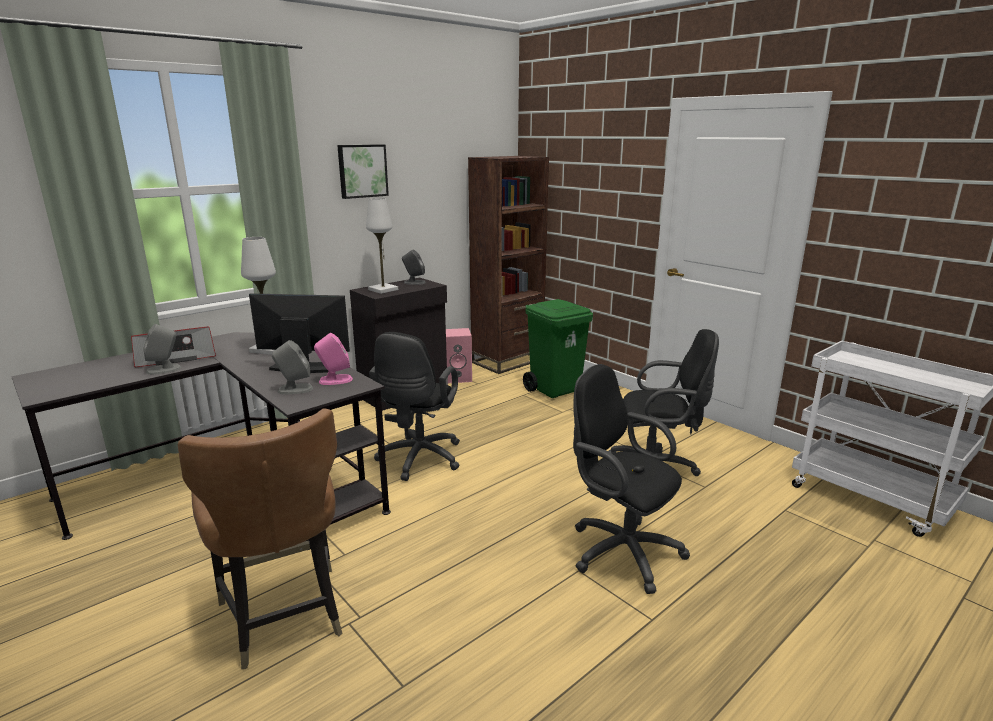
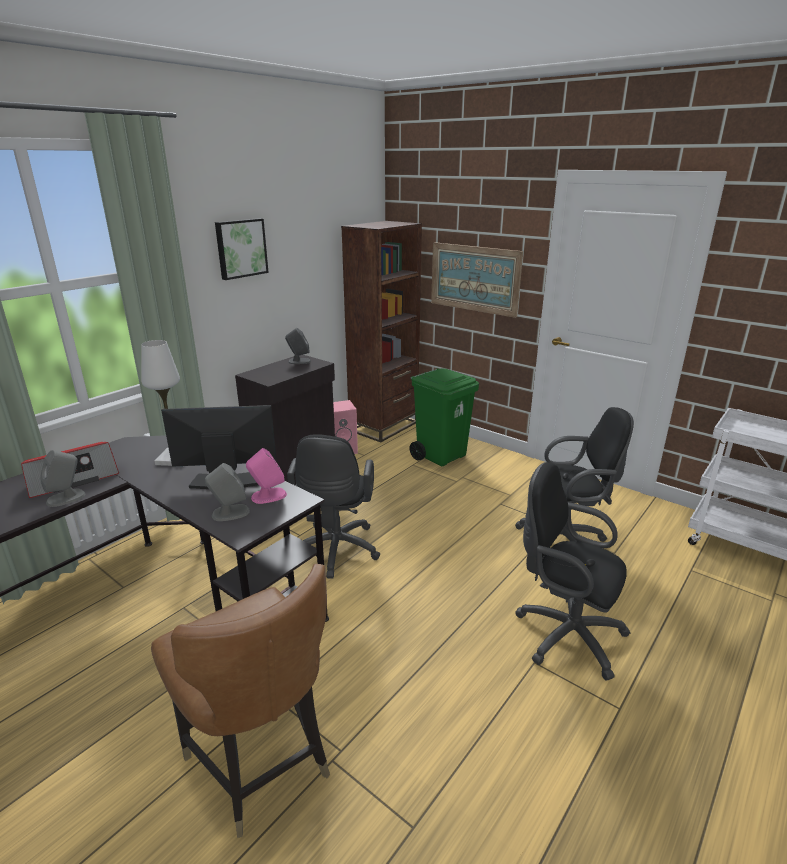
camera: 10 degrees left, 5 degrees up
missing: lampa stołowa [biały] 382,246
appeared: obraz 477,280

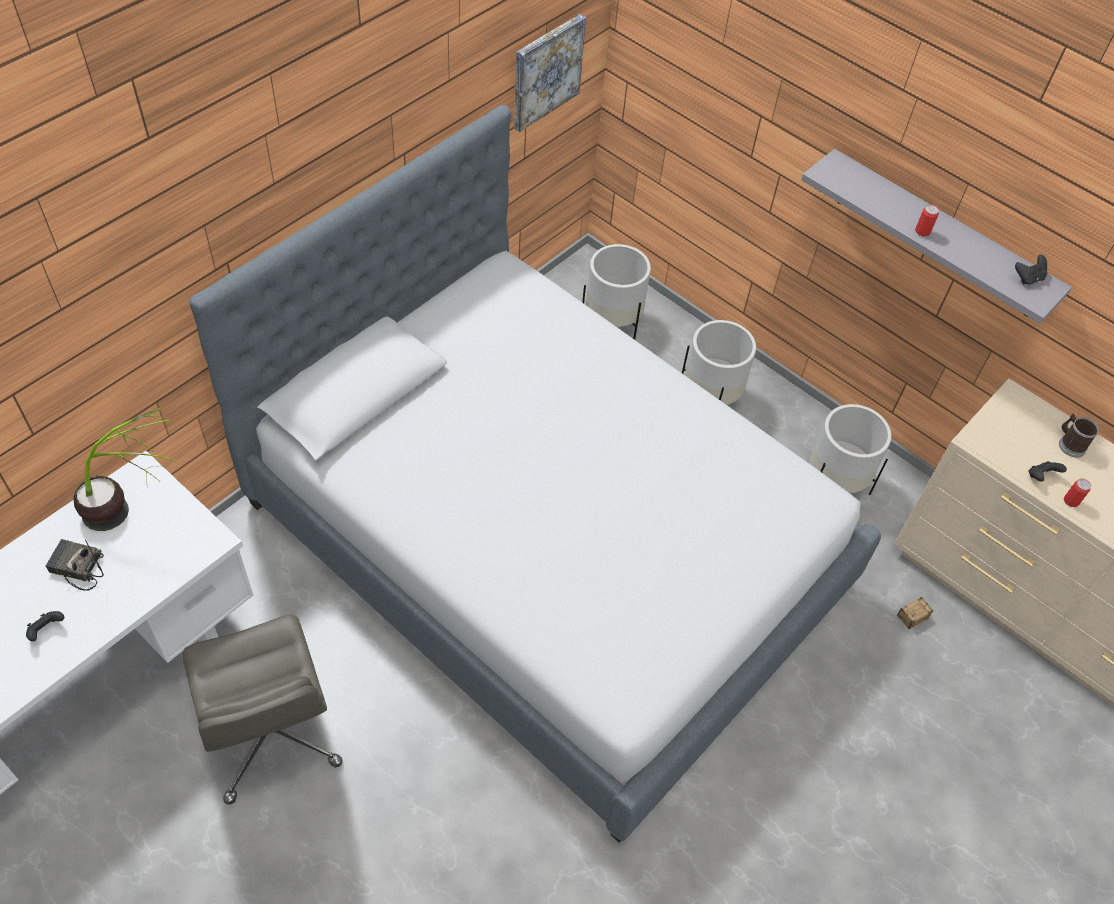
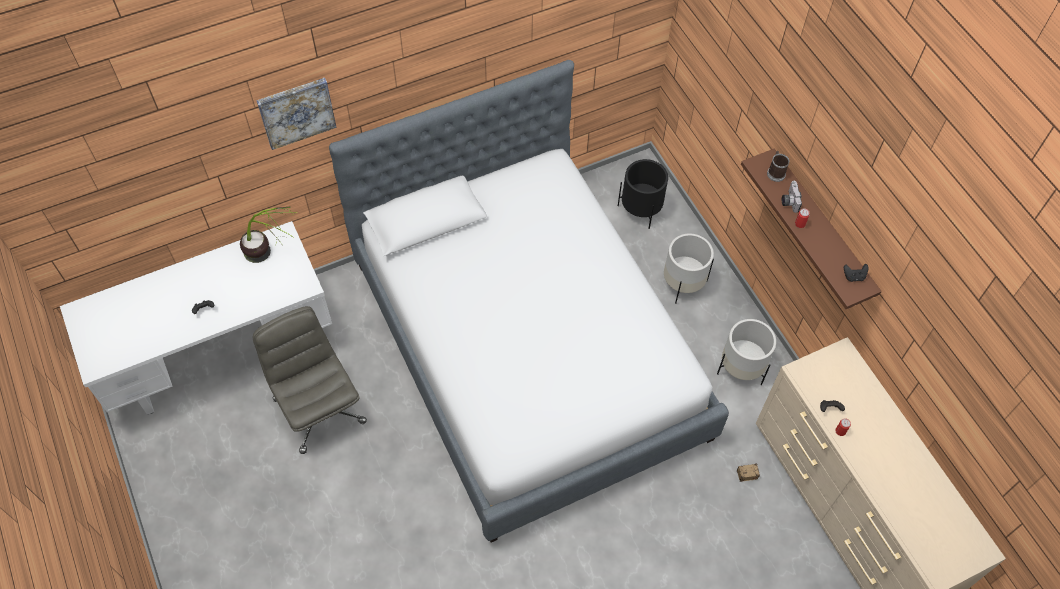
camera: 25 degrees right, 5 degrees up
missing: radio 75,565
appeared: aparat fotograficzny 792,197
relocated: obraz 550,73 to 297,114; kubek 1079,436 to 778,166
colour: donica [biały] 616,292 to donica [czarny] 643,194; półka [szary] 936,236 to półka [brązowy] 811,229
spun: krzesło biurowe [szary] 263,709 = 310,380 150 degrees clockwise

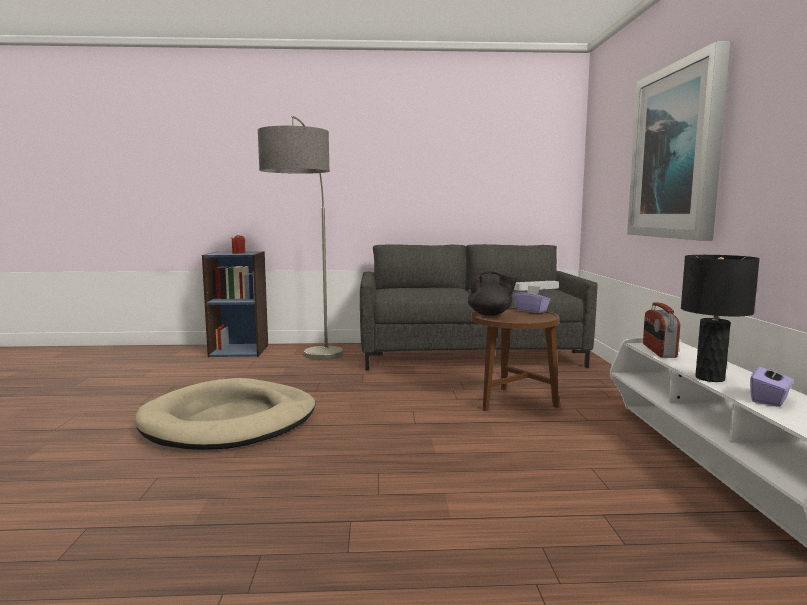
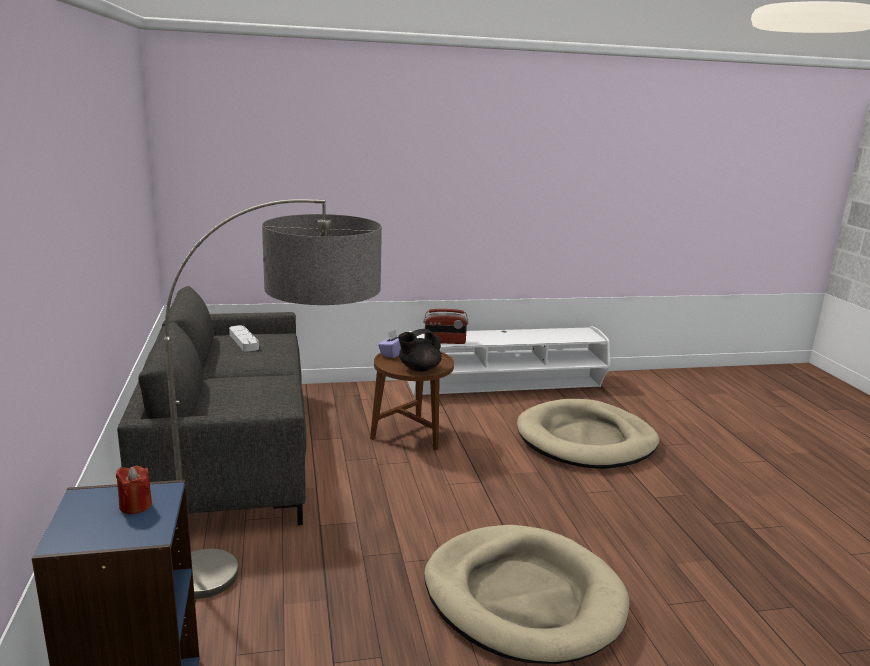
camera: 100 degrees left, 10 degrees up
missing: obraz 678,140; lampa stołowa [czarny] 720,318; pudełko chusteczek [fioletowy] 772,384
appeared: legowisko [beżowy] 588,434
spun: imbryk [czarny] 493,293 = 420,350 120 degrees counterclockwise

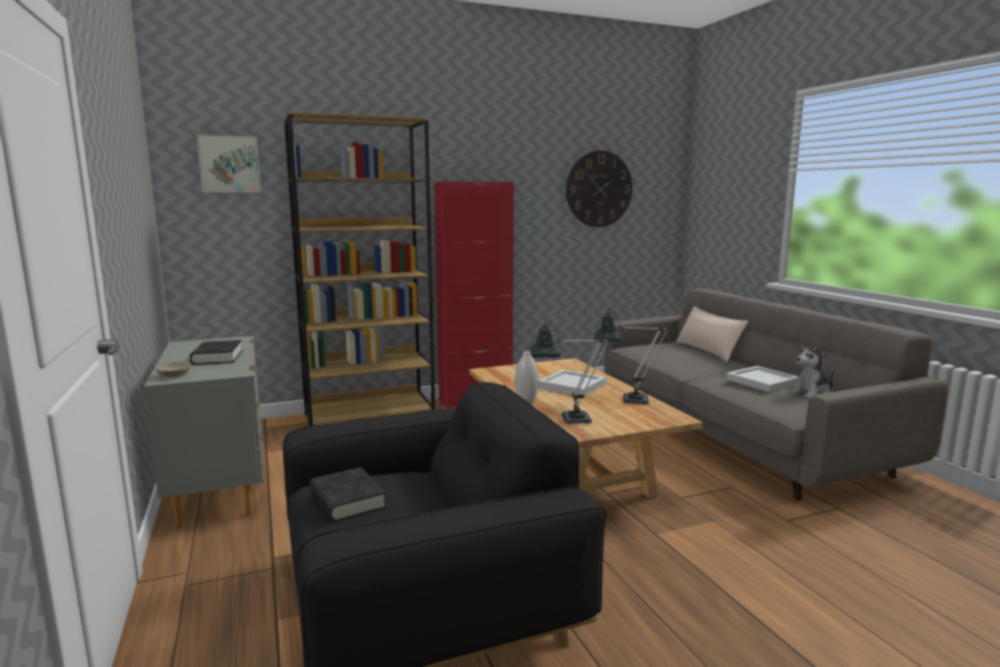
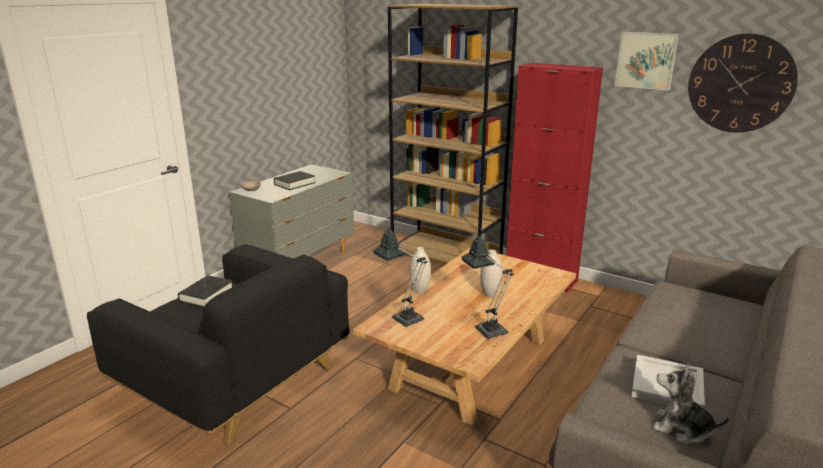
camera: 55 degrees right, 10 degrees up
missing: poduszka [beżowy] 712,334
relocated: obraz 228,163 to 647,61
exchanged: taca [biały] 572,382 to wazon [biały] 491,273

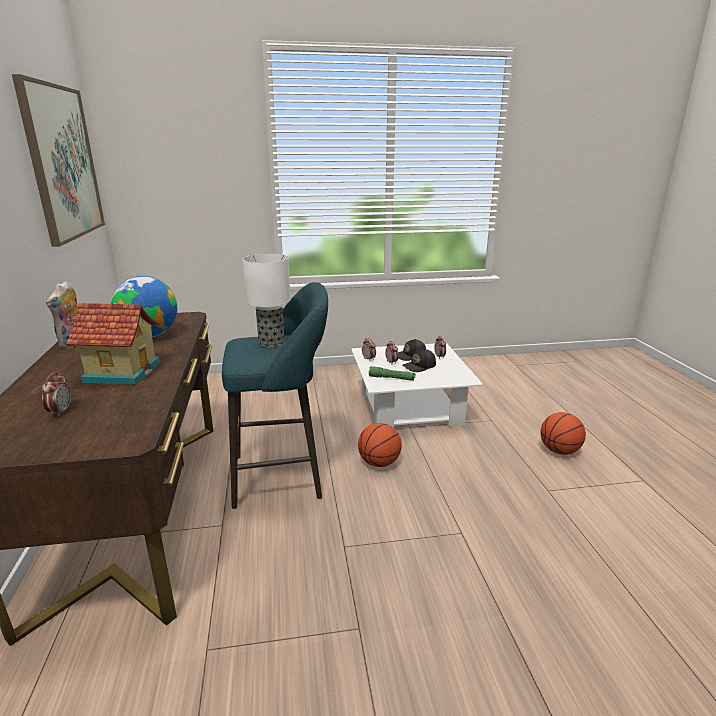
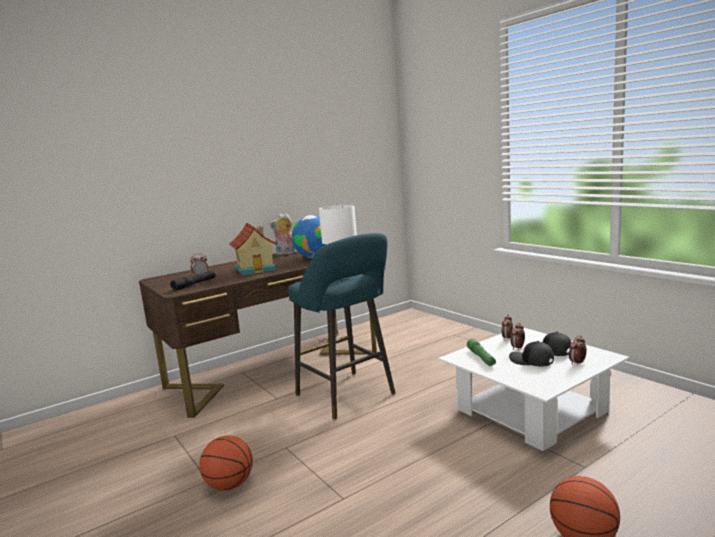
camera: 65 degrees right, 10 degrees down
missing: obraz 58,160
appeared: latarka [czarny] 192,281
relocated: piłka do koszykówki 380,445 to 226,463

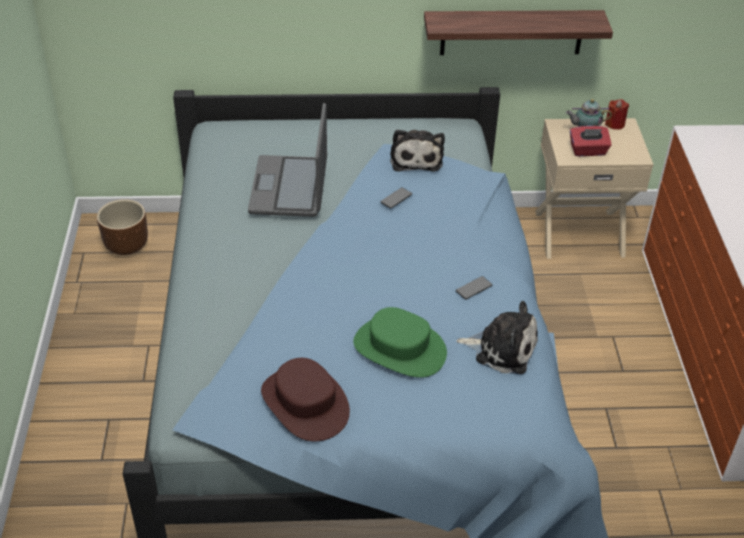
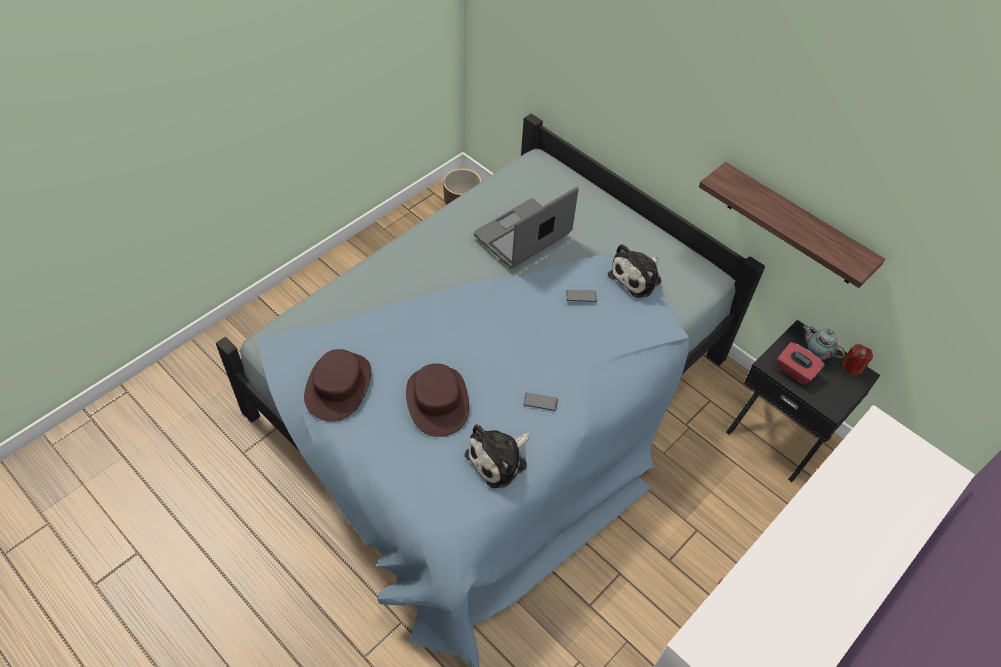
camera: 45 degrees right, 10 degrees up
colour: kapelusz [zielony] 400,342 to kapelusz [brązowy] 437,400; szafka nocna [beżowy] 594,188 to szafka nocna [czarny] 803,401
spun: pluszak 497,337 = 497,456 75 degrees clockwise

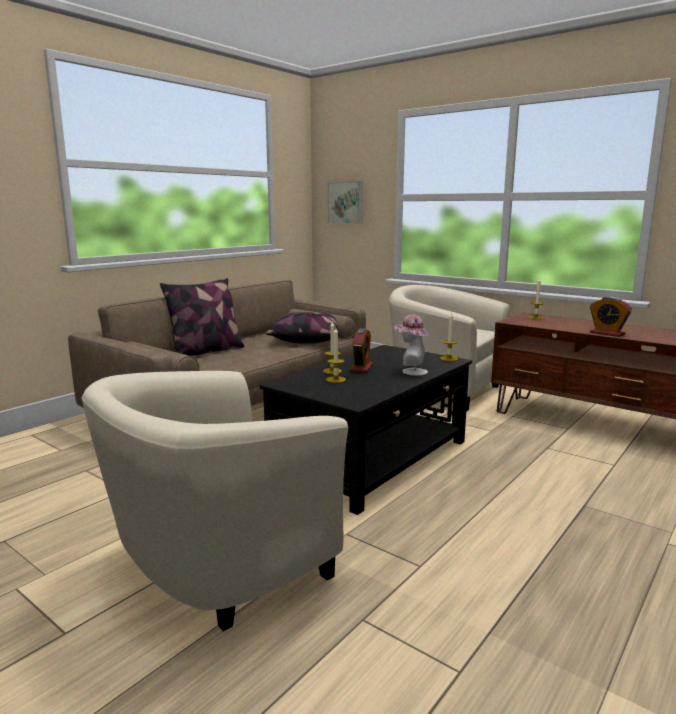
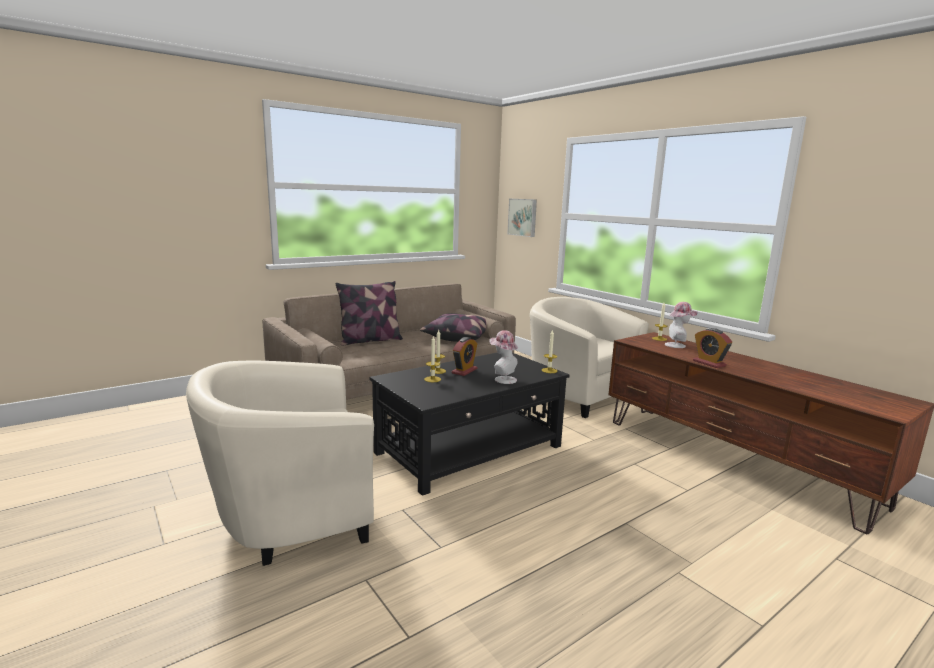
camera: 15 degrees right, 0 degrees up
appeared: kapelusz 681,325

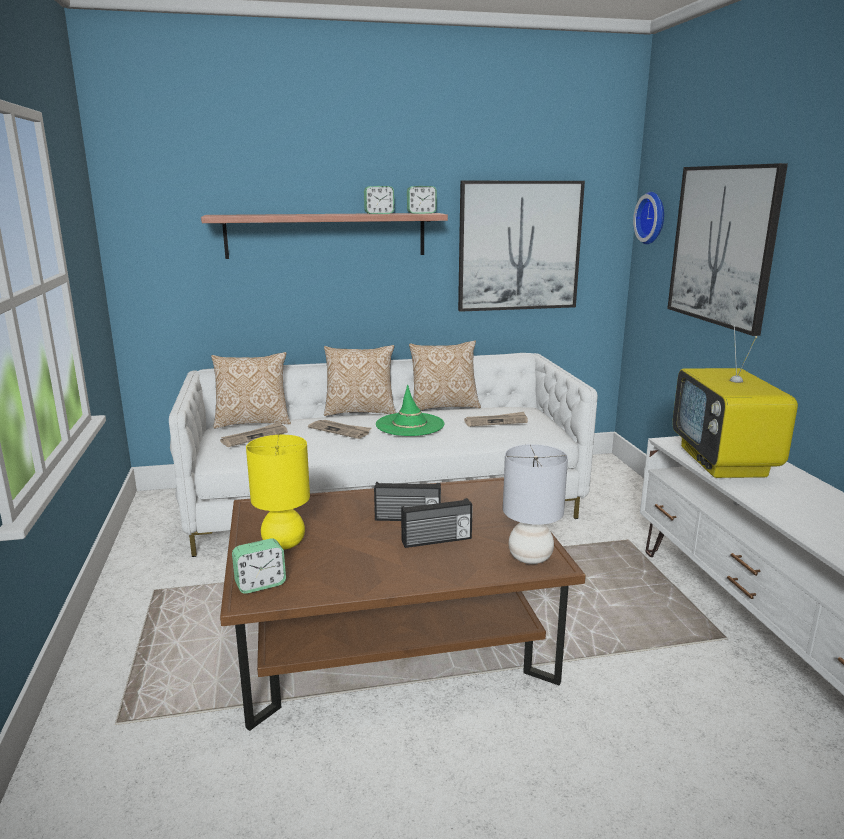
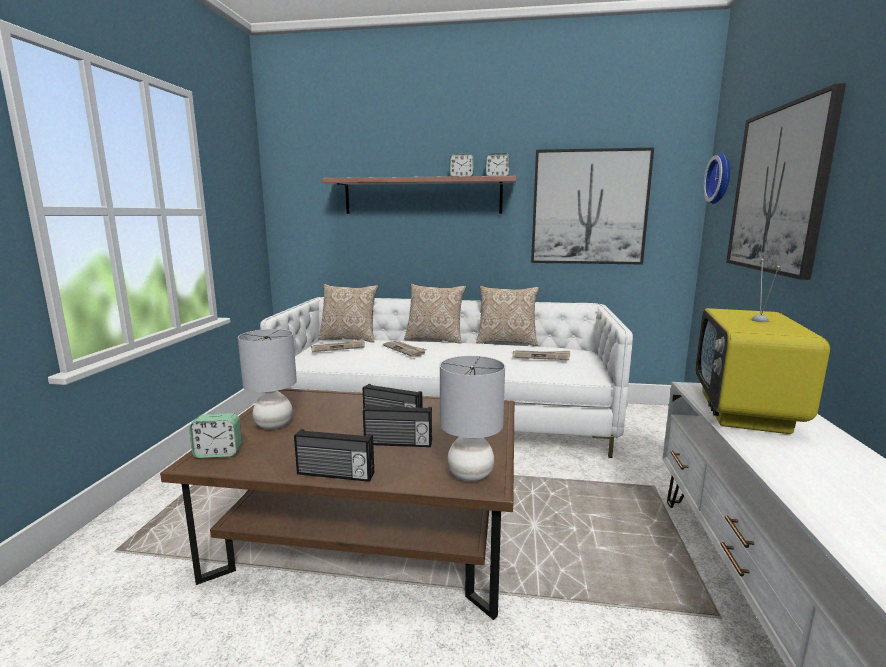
camera: 20 degrees right, 5 degrees down
missing: kapelusz [zielony] 410,410
appeared: radio 334,455
colour: lampa stołowa [żółty] 278,492 to lampa stołowa [szary] 267,379

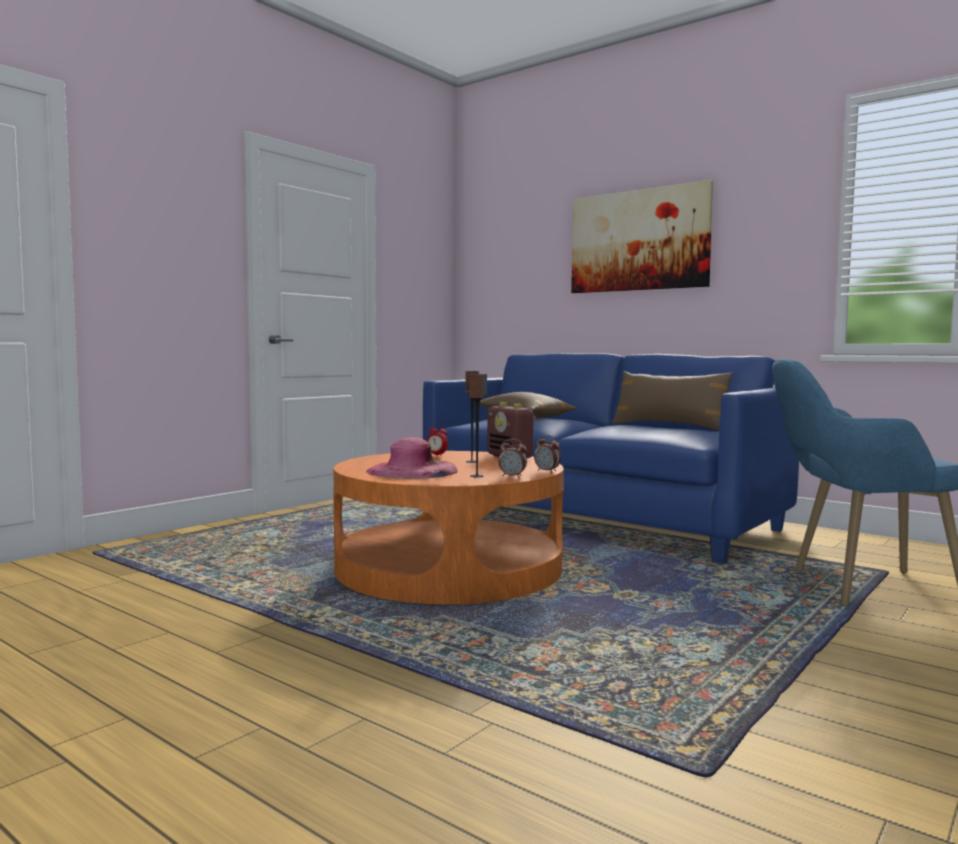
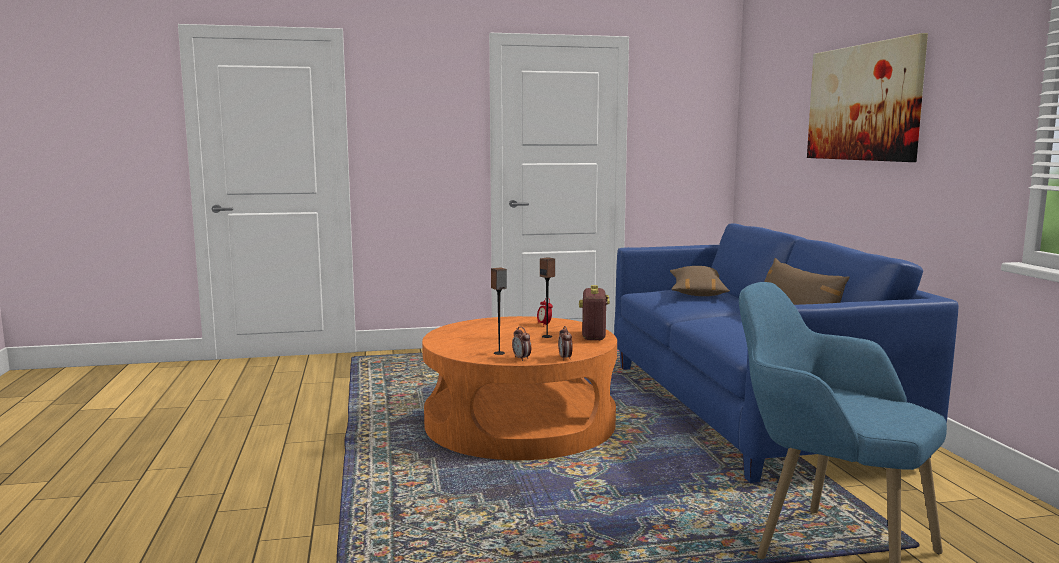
camera: 40 degrees right, 5 degrees up
missing: kapelusz [różowy] 412,458

